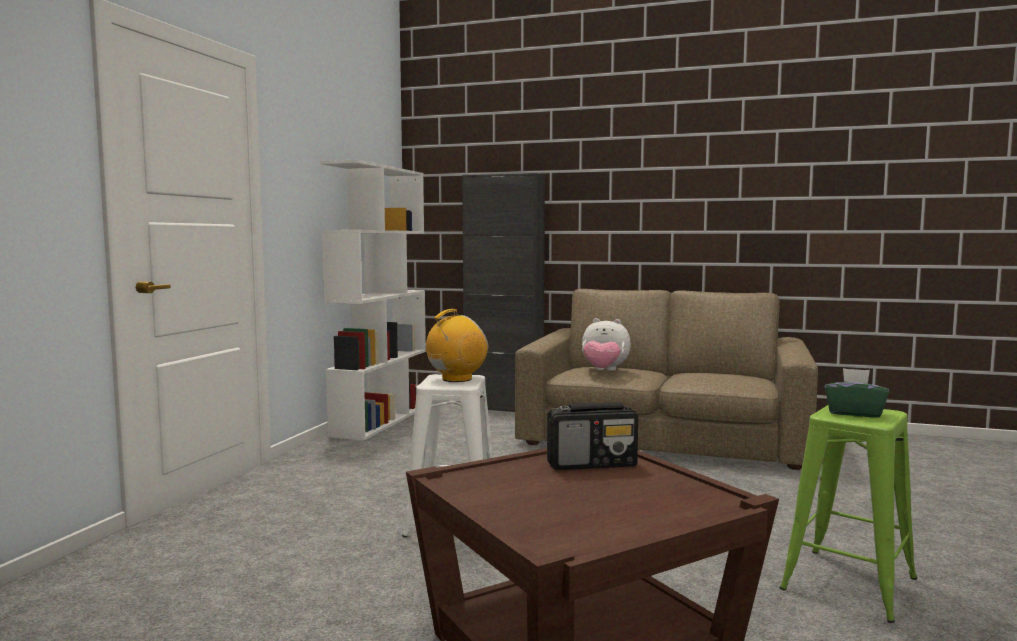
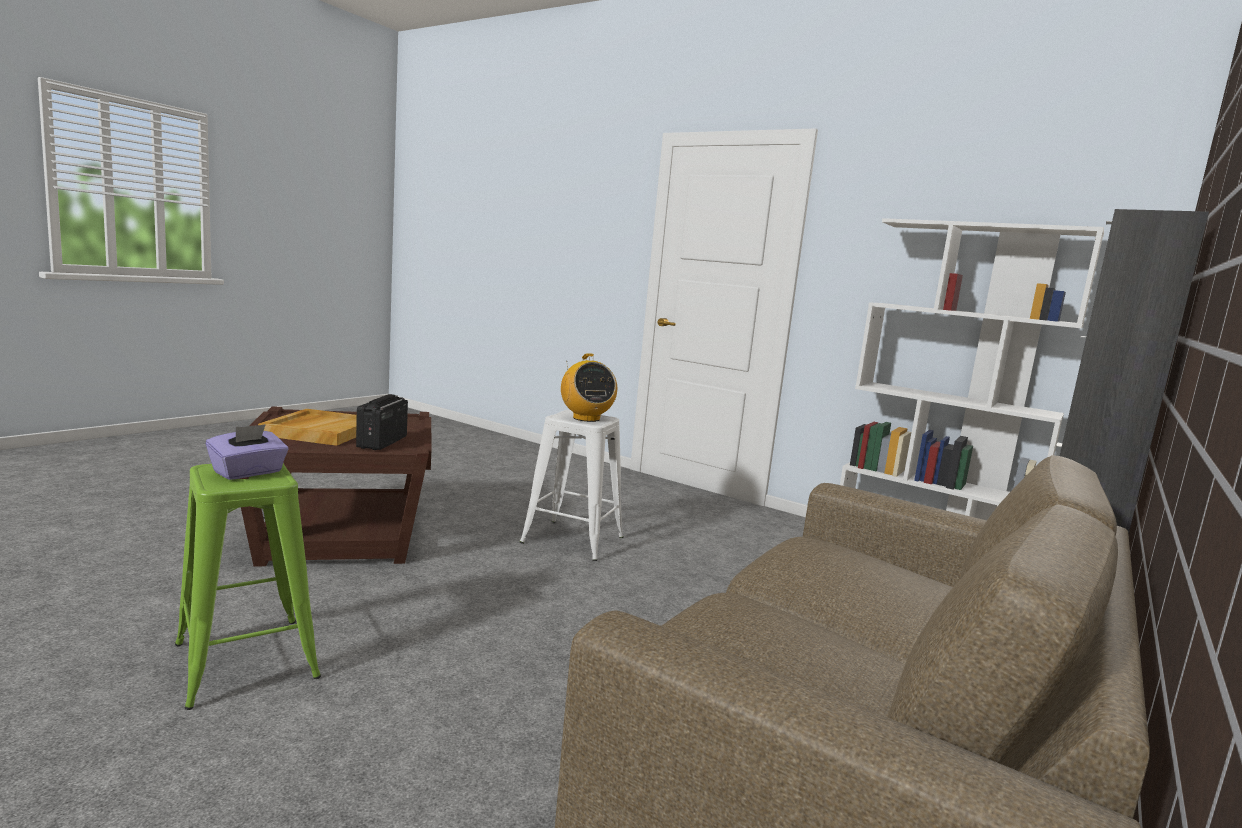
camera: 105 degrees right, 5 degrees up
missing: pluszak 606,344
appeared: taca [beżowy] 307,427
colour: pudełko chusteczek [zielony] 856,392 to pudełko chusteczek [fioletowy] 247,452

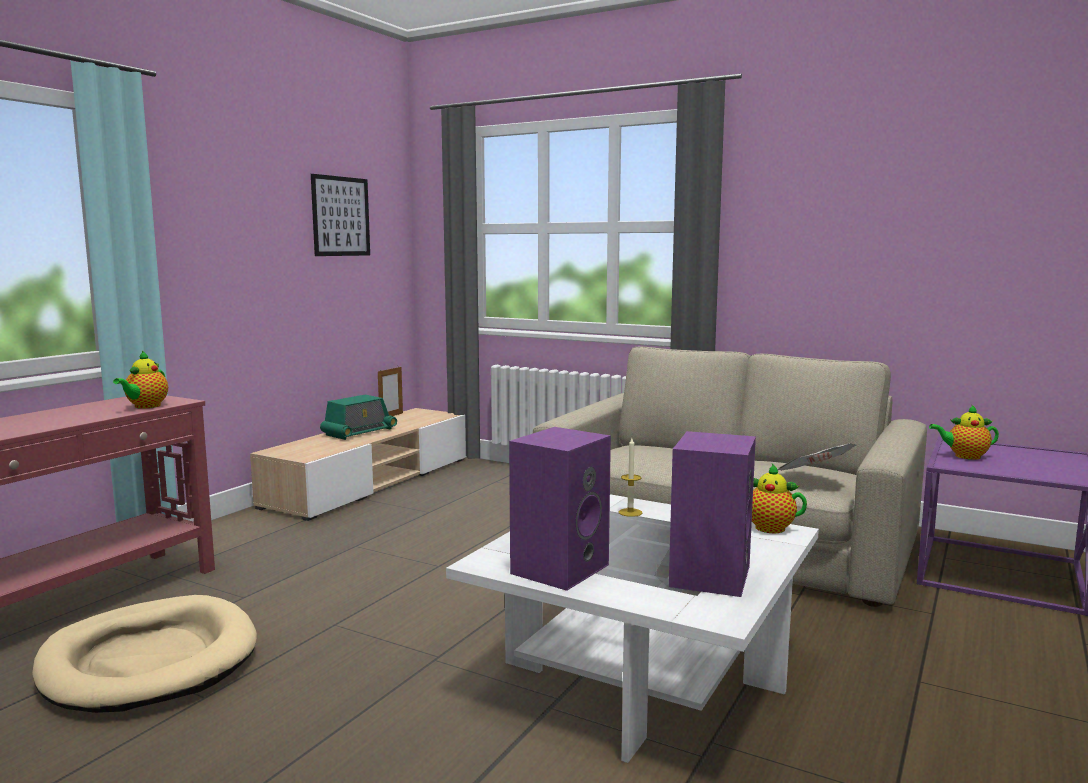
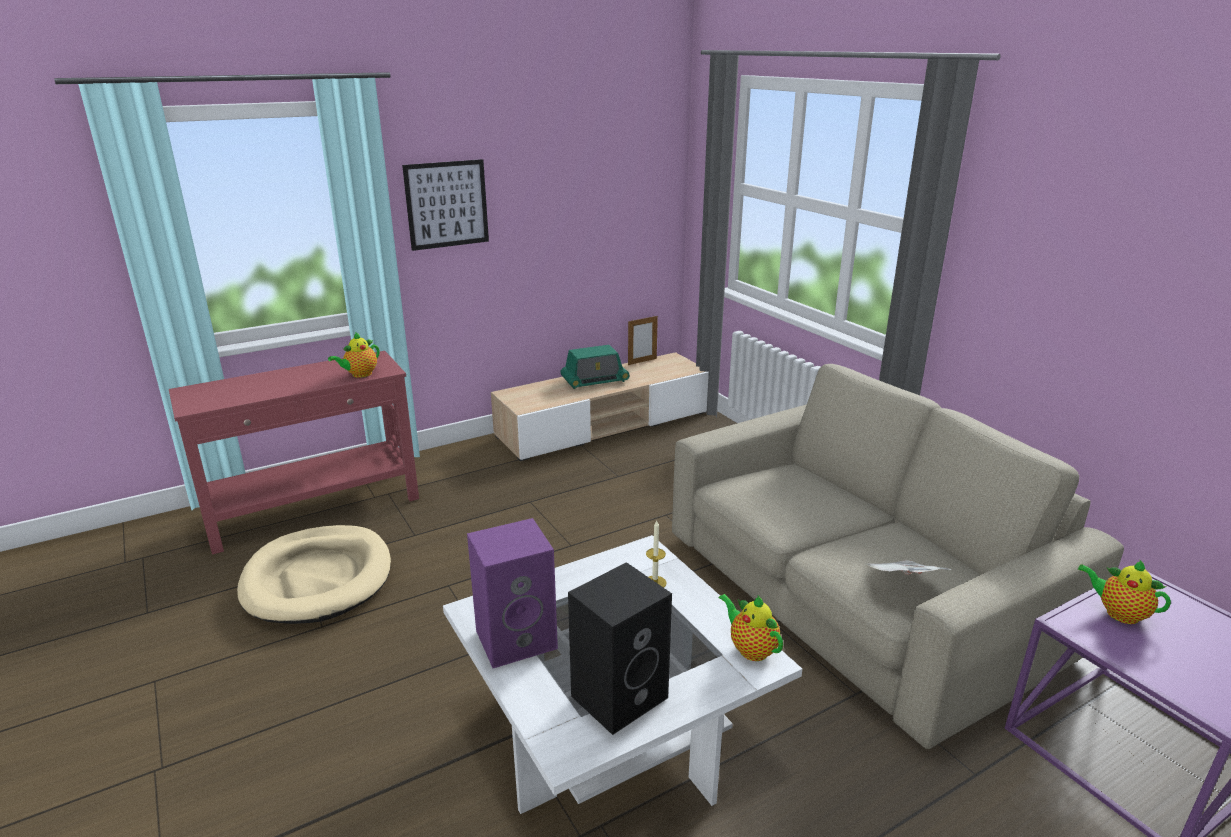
camera: 30 degrees right, 15 degrees up
relocated: obraz 340,215 to 445,205
colour: głośnik [fioletowy] 712,514 to głośnik [czarny] 620,648

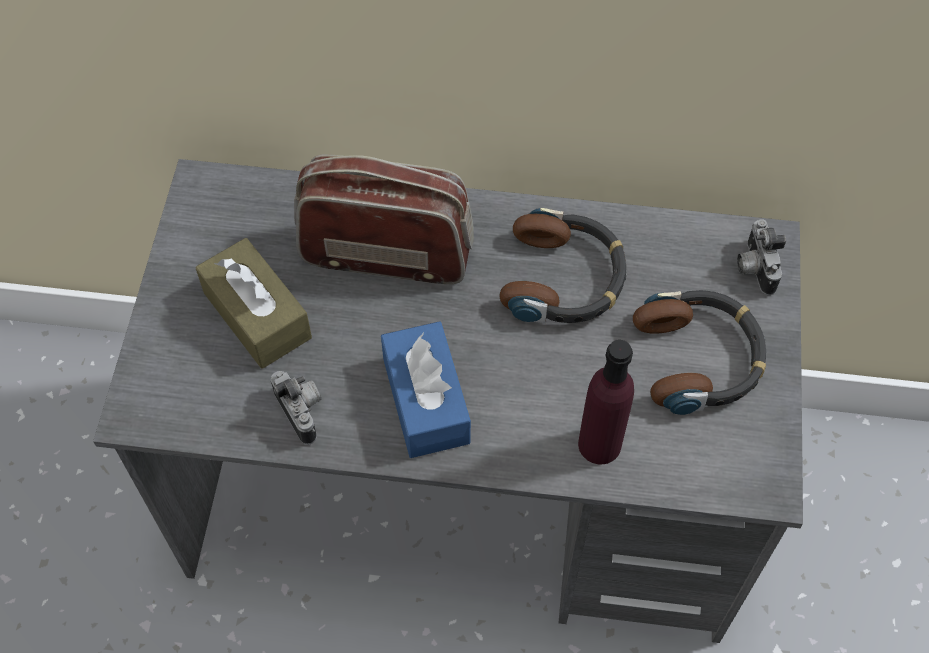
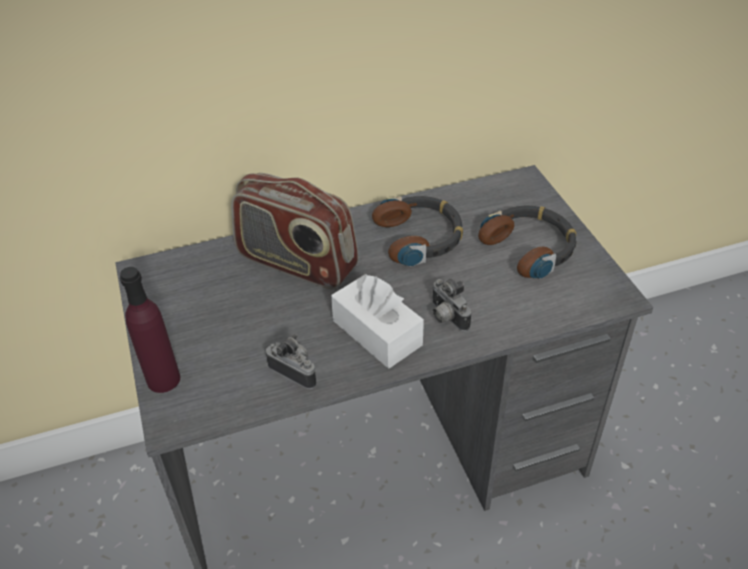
camera: 25 degrees left, 15 degrees down
missing: pudełko chusteczek [brązowy] 254,303
relocated: butelka [fioletowy] 606,402 to 150,330; aparat fotograficzny 761,257 to 451,305
colour: pudełko chusteczek [niebieski] 426,389 to pudełko chusteczek [biały] 377,321
spun: radio 384,219 = 294,231 135 degrees counterclockwise

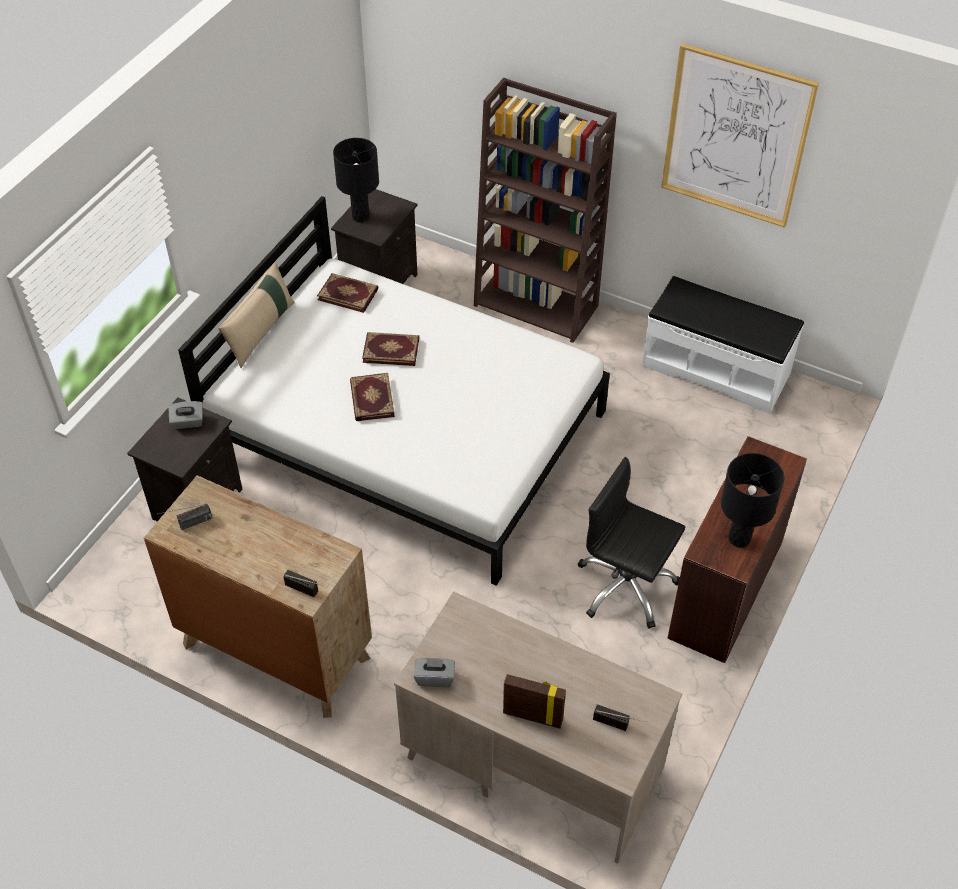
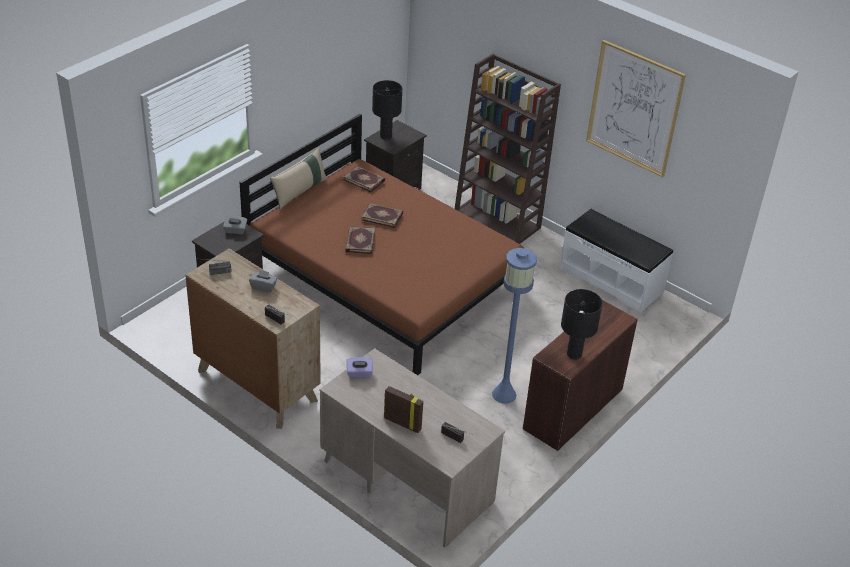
camera: 10 degrees right, 10 degrees down
appeared: pudełko chusteczek [fioletowy] 360,367
relocated: pudełko chusteczek [szary] 434,672 to 263,281
exchanged: krzesło biurowe [czarny] 631,543 to lampa stojąca [niebieski] 514,326
colour: łóżko [biały] 394,391 to łóżko [brązowy] 382,244

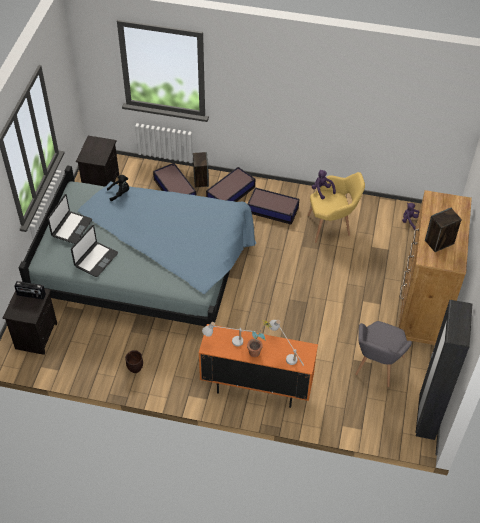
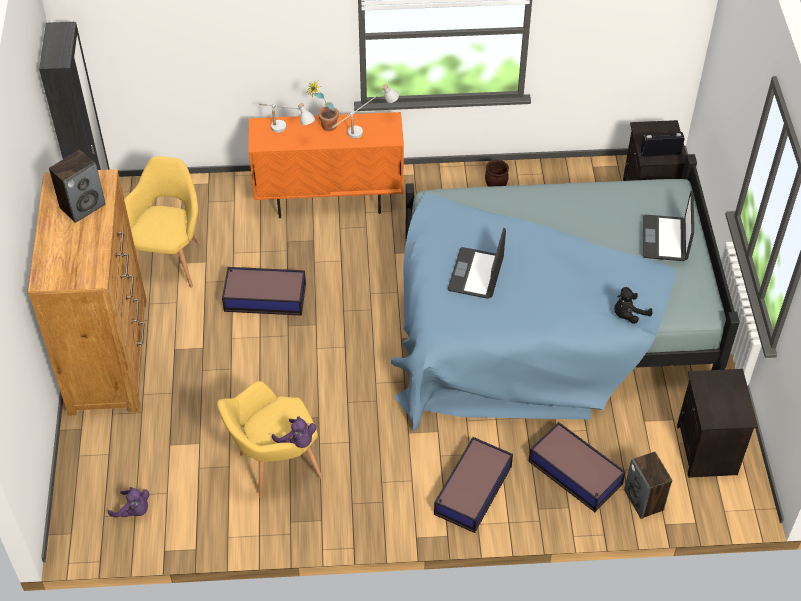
camera: 165 degrees right, 0 degrees up
relocated: pojemnik do przechowywania 273,206 to 264,291; laptop 94,251 to 477,263; głośnik 201,169 to 648,485
colour: fotel [szary] 383,354 to fotel [żółty] 162,222

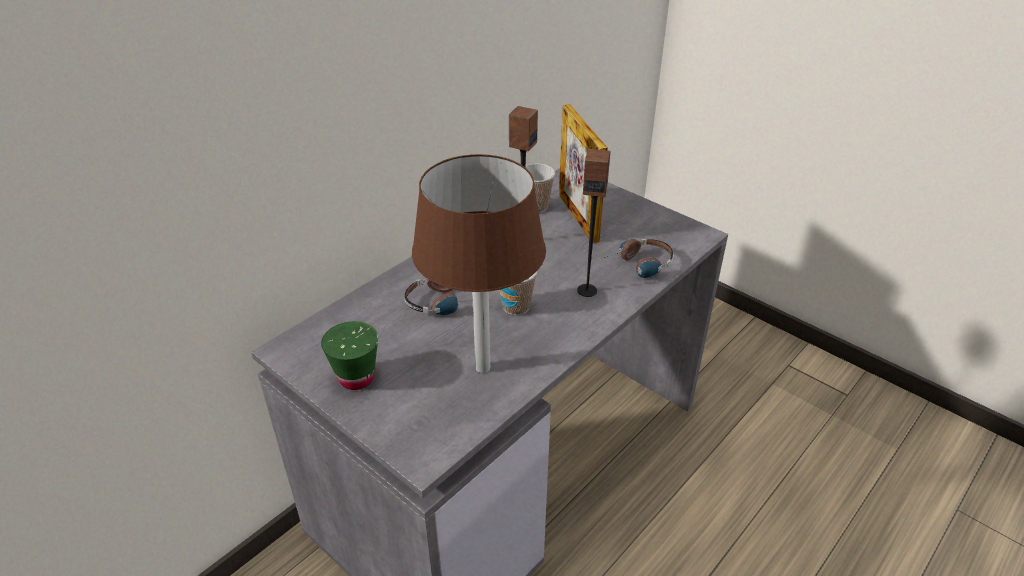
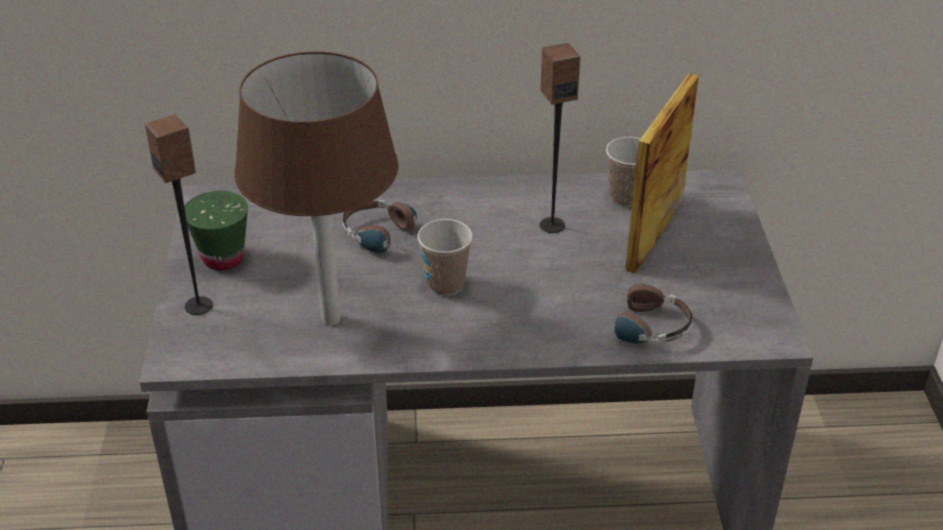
camera: 45 degrees right, 0 degrees up
relocated: głośnik 594,223 to 179,214

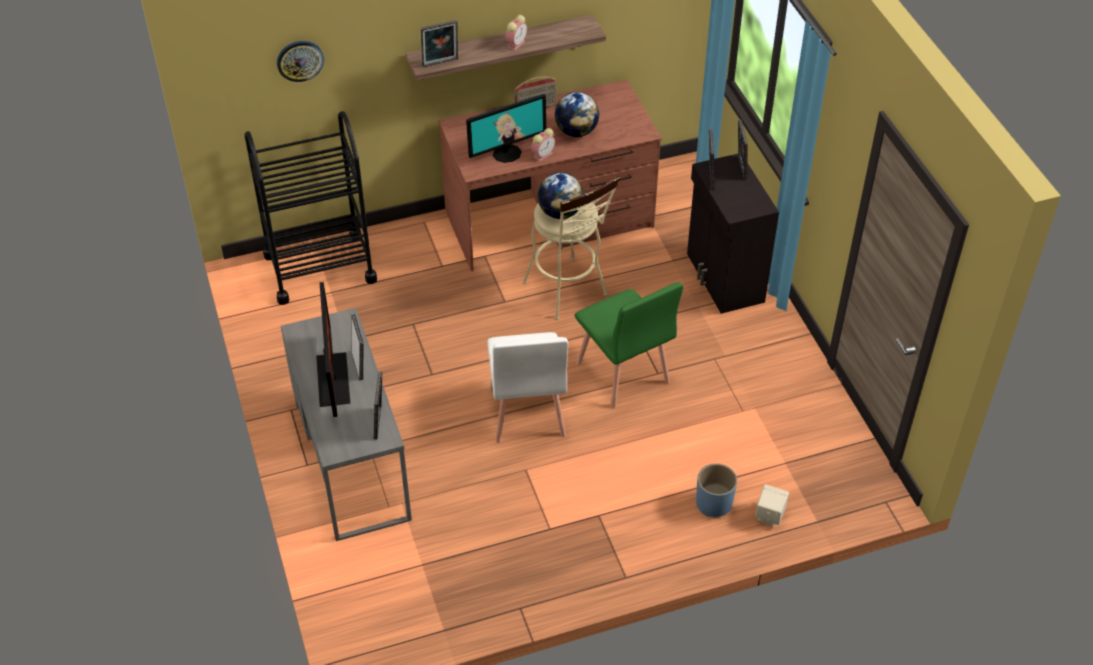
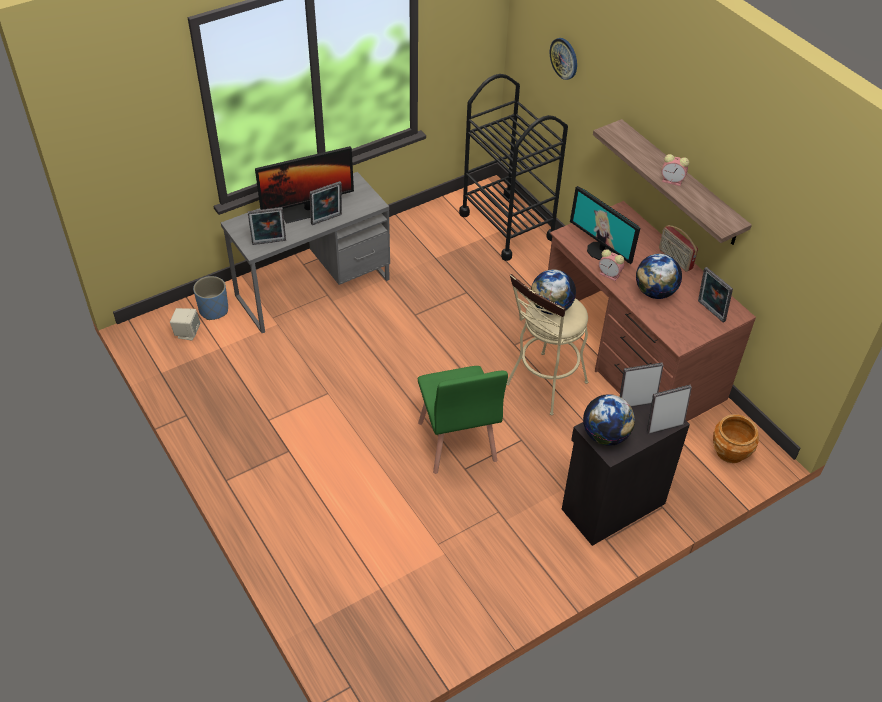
camera: 75 degrees right, 0 degrees up
missing: krzesło [biały] 527,387
appeared: globus 609,420; donica [brązowy] 736,438
relocated: głośnik [beżowy] 772,505 to 185,324; donica [niebieski] 716,490 to 210,298; ramka na zdjęcie 439,43 to 715,295
spun: krzesło [zielony] 628,345 = 463,420 60 degrees counterclockwise

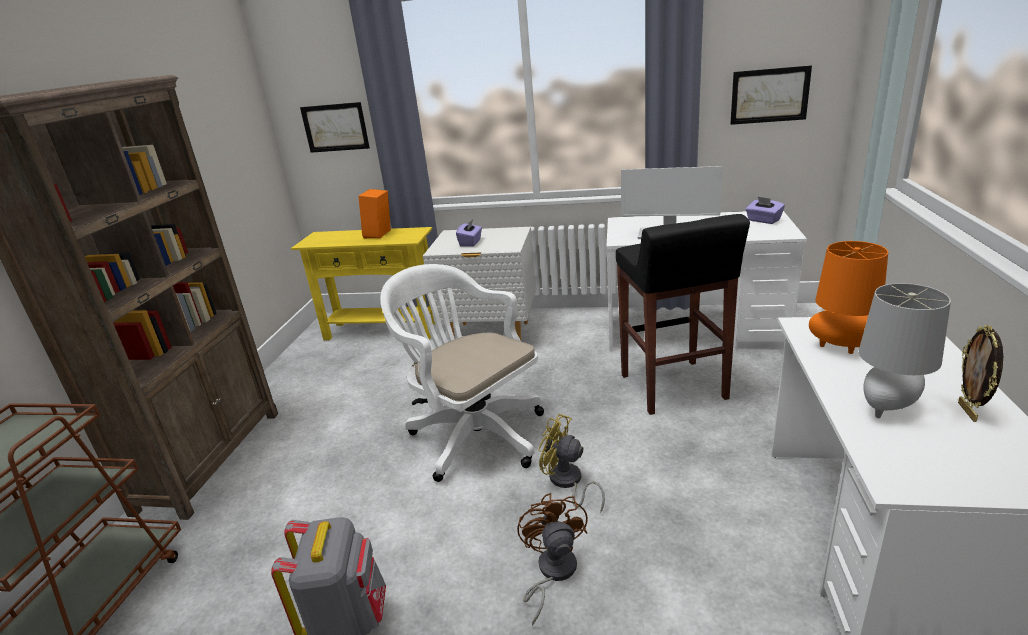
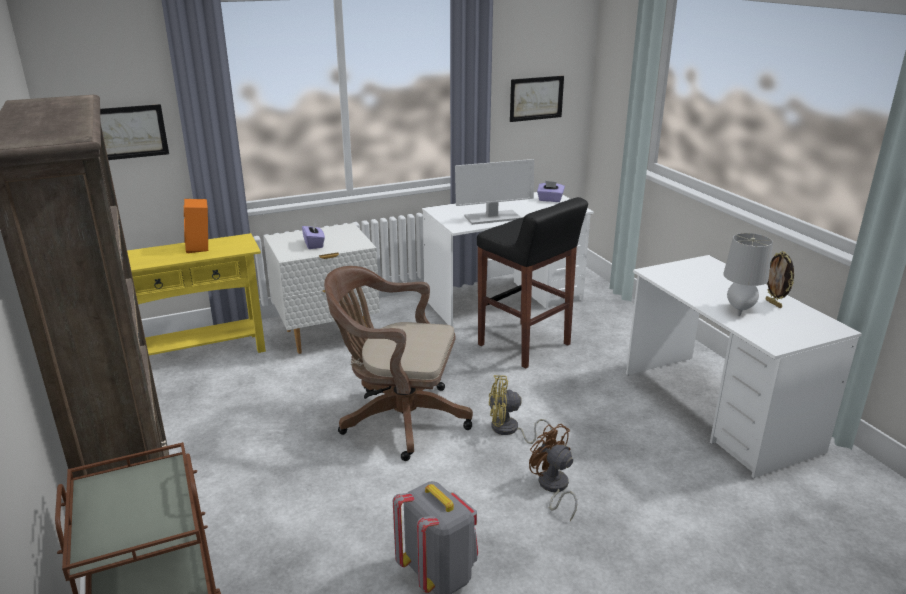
camera: 35 degrees left, 0 degrees up
missing: lampa stołowa [pomarańczowy] 848,297
colour: krzesło biurowe [biały] 462,373 to krzesło biurowe [brązowy] 398,363

